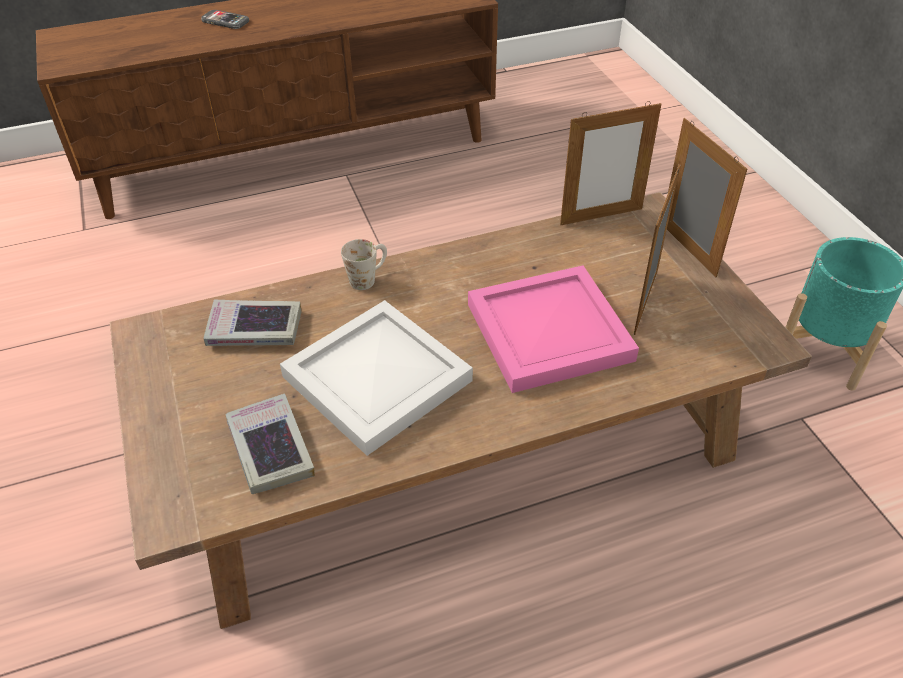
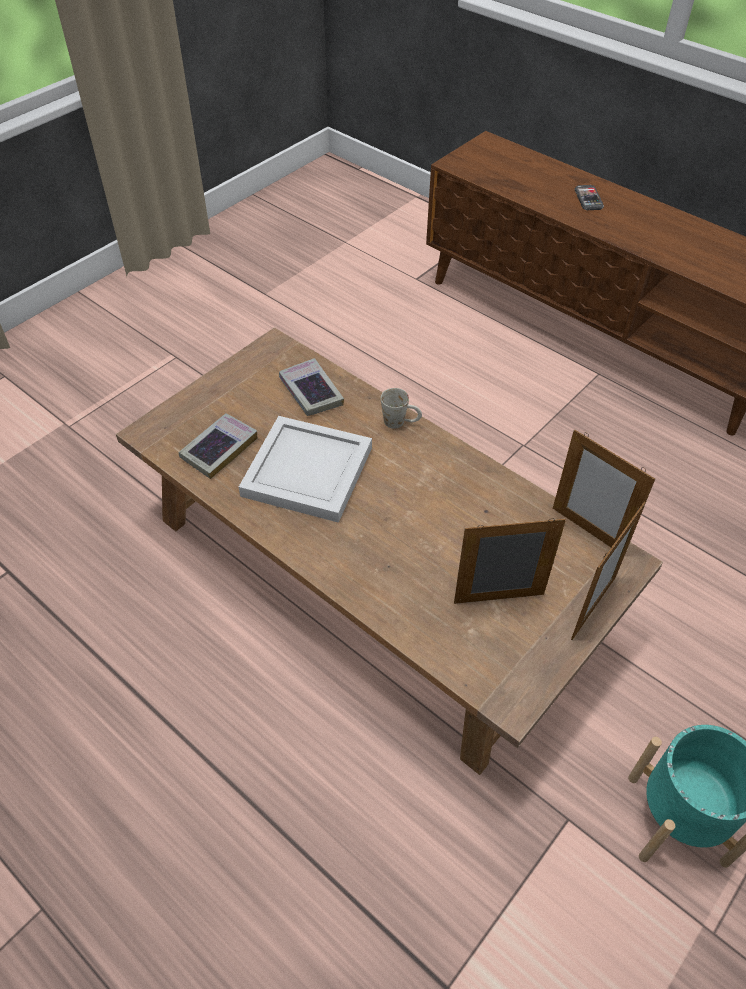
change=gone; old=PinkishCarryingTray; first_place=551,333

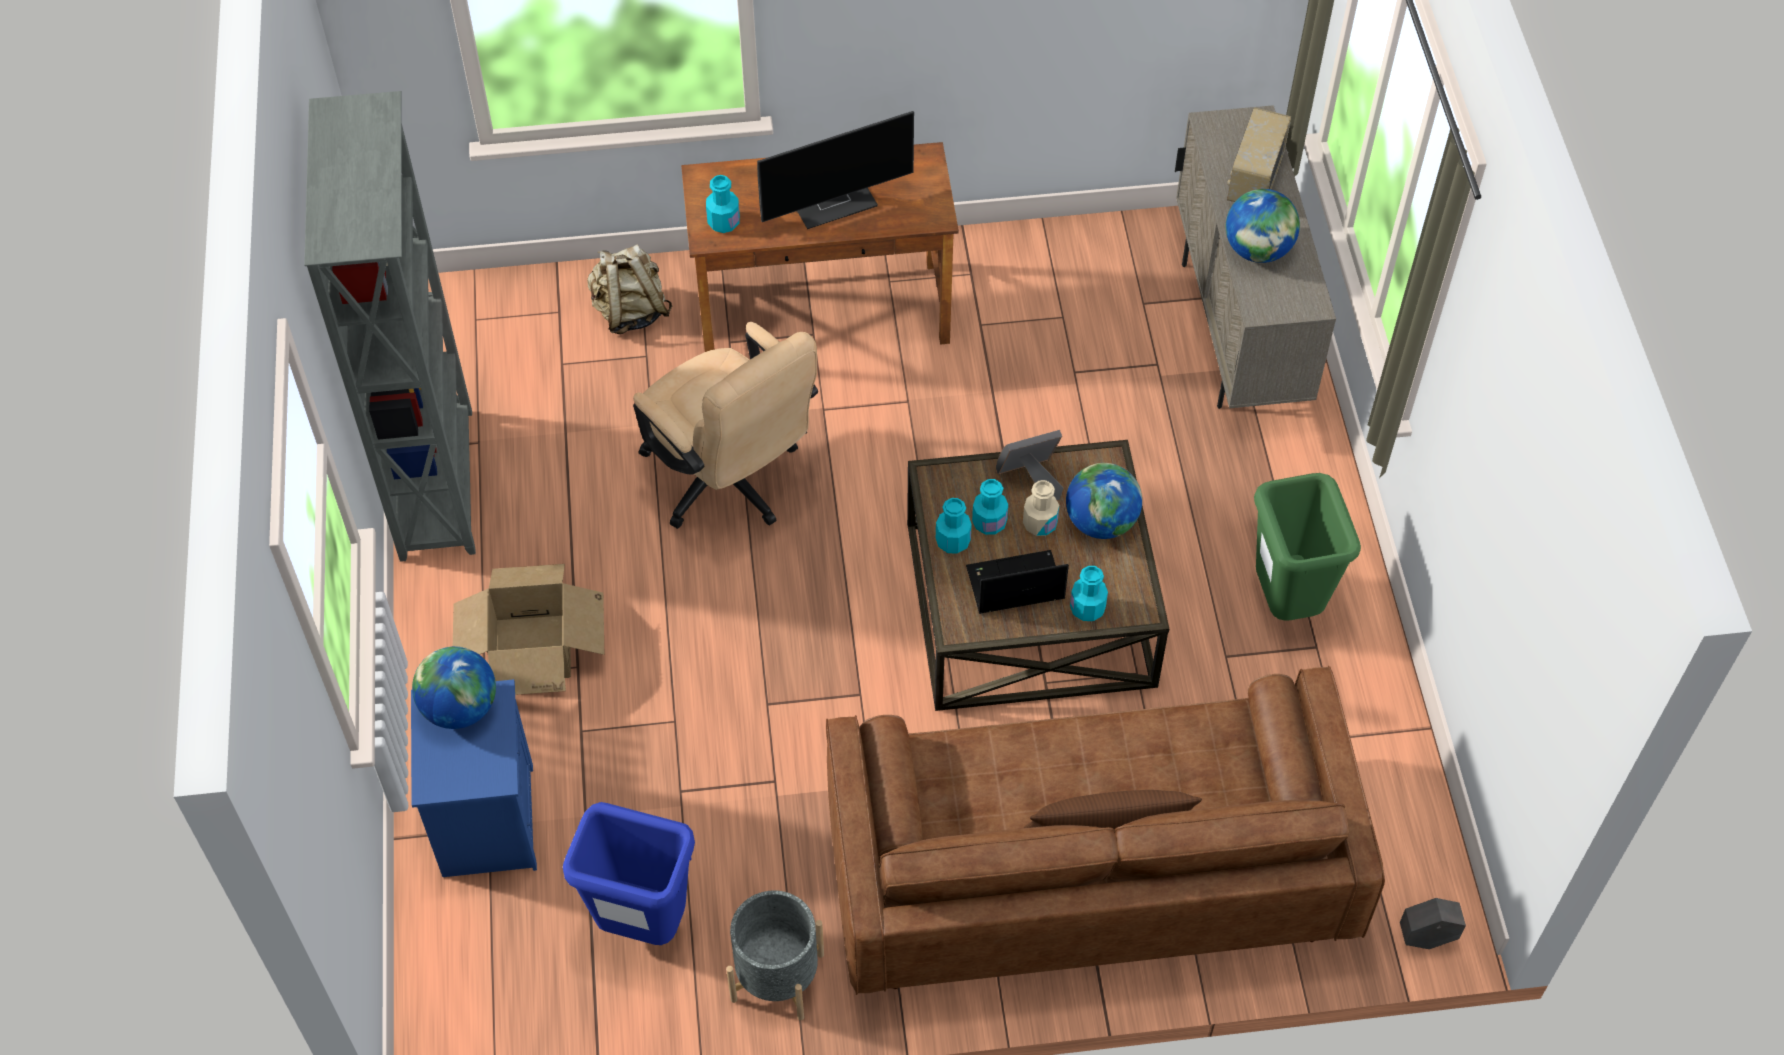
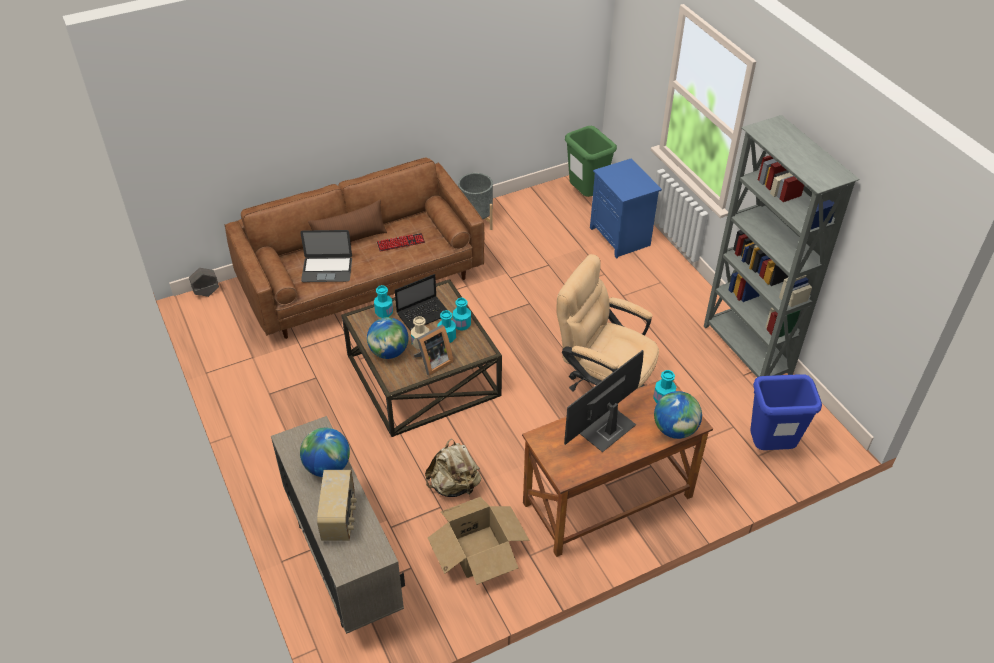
change=shifted; old=WorldGlobe; first_place=460,708; second_place=675,429
change=shifted; old=PackingBox; first_place=534,648; second_place=478,551
change=shifted; old=BlueTrashCan; first_place=642,925; second_place=770,447
change=shifted; old=SandColouredRucksack; first_place=630,311; second_place=454,485
change=shifted; old=GreenColouredTrashCan; first_place=1286,604; second_place=585,195
change=new; new=NotebookComputer; second_place=327,269
change=new; new=PcKeyboard; second_place=400,243

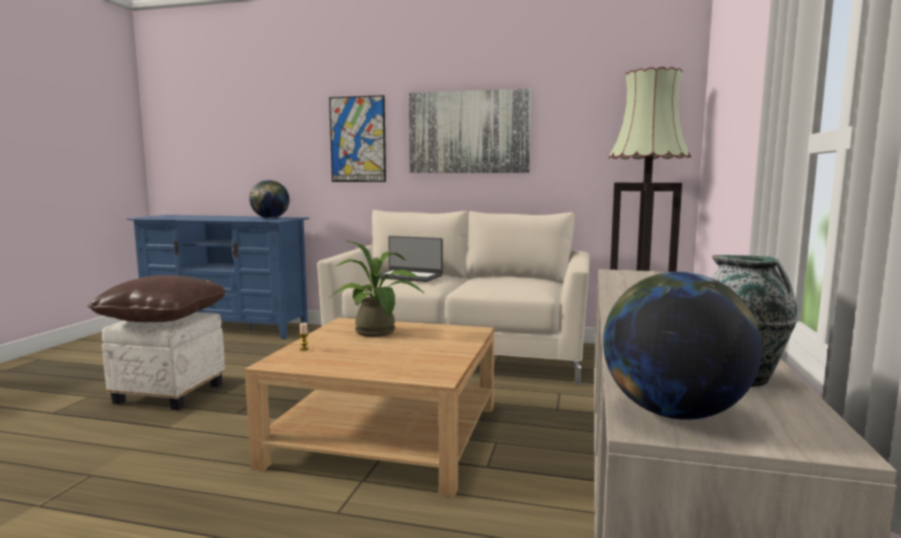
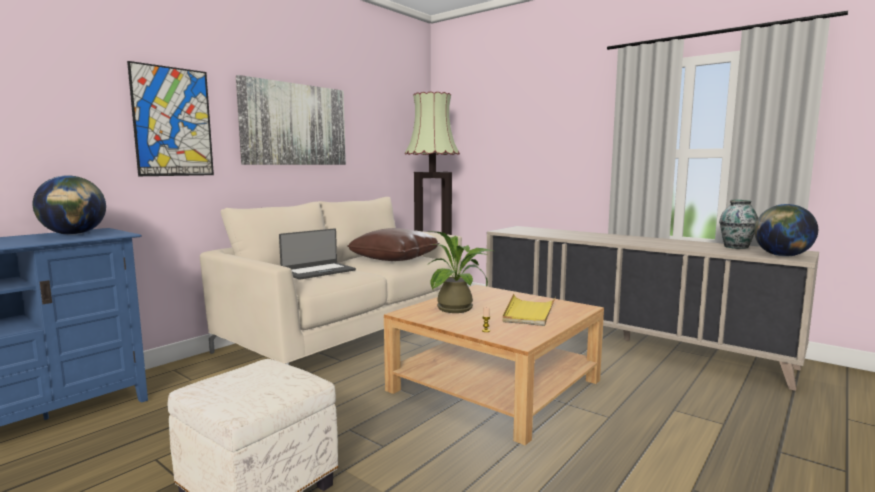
change=shifted; old=BrownPillow; first_place=162,318; second_place=394,259
change=new; new=YellowCarryingTray; second_place=529,312

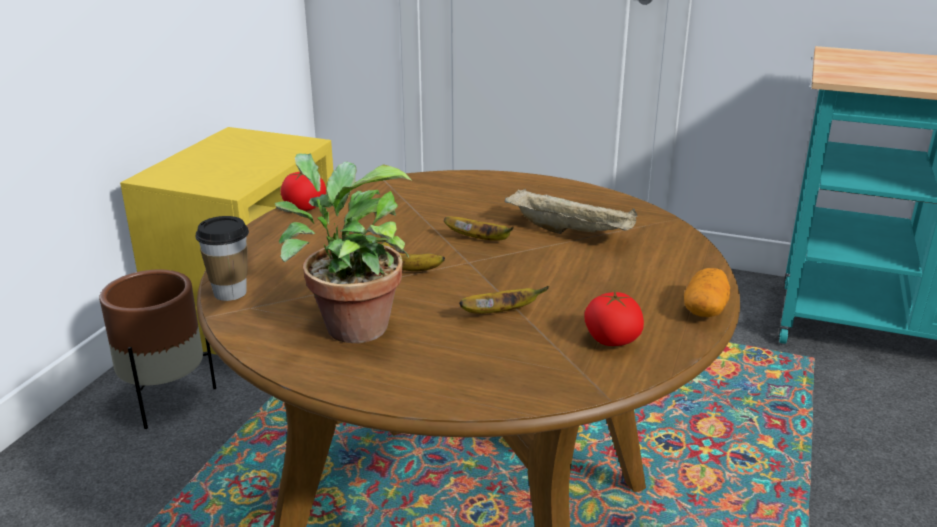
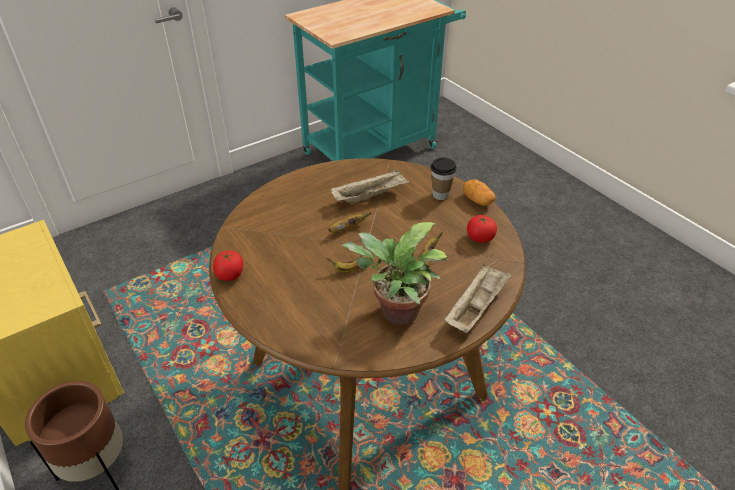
change=shifted; old=Cup; first_place=230,293; second_place=440,195
change=new; new=SandColouredCarryingTray; second_place=476,307

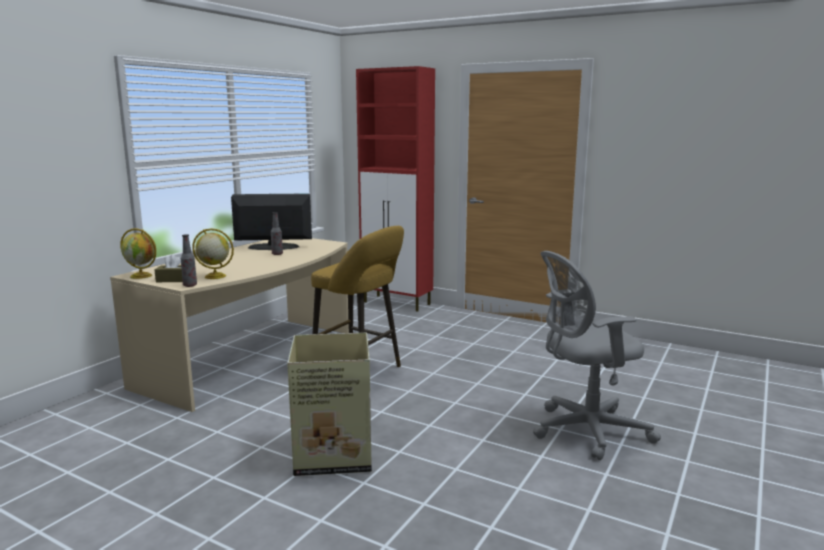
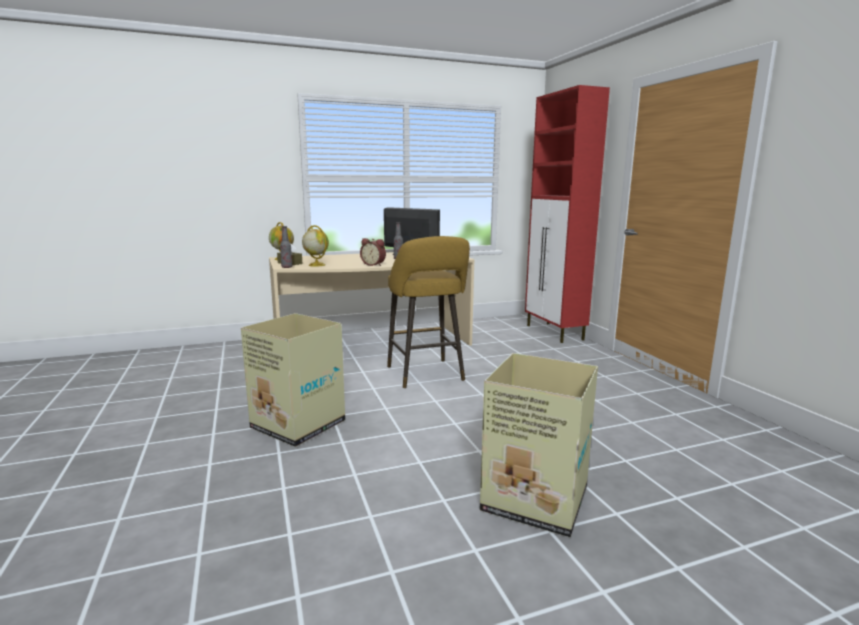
change=swapped; old=GreyishOfficeChair; new=PackingBox; first_place=585,431; second_place=532,499
change=new; new=AlarmClock; second_place=374,264

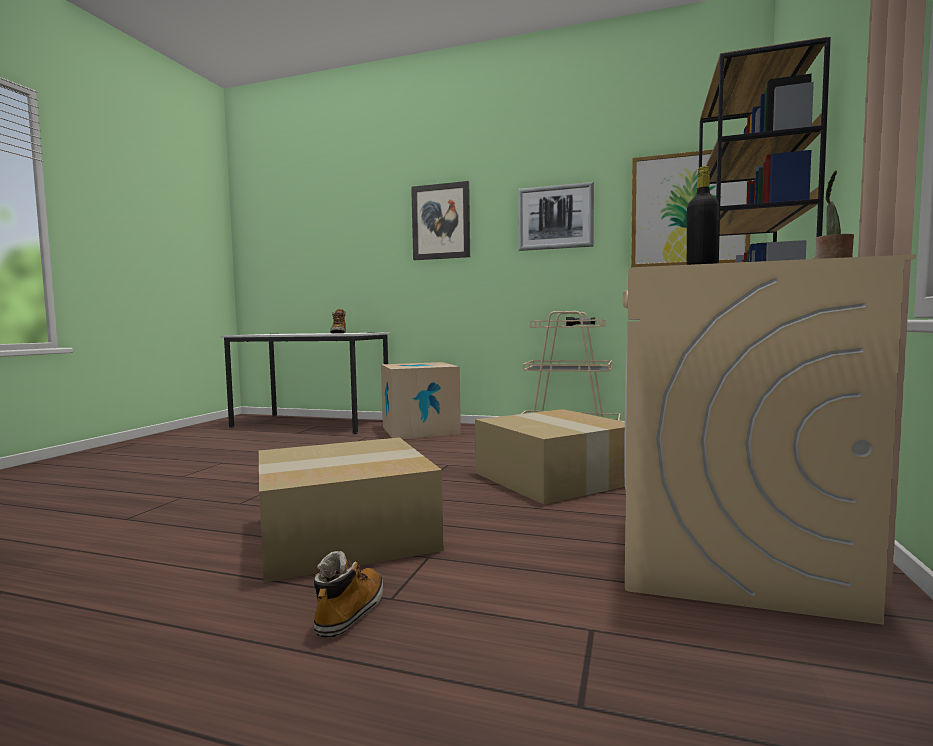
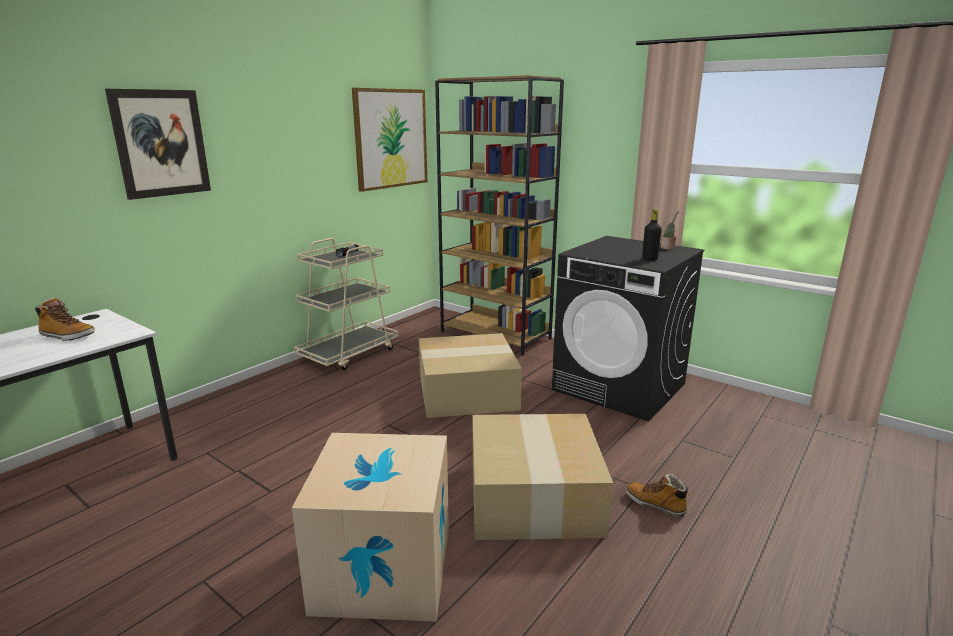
change=shifted; old=PackingBox; first_place=420,430; second_place=383,569
change=gone; old=WallPicture; first_place=555,217
change=repainted; old=SandColouredWashingMachine; new=BlackWashingMachine; first_place=727,556; second_place=620,387

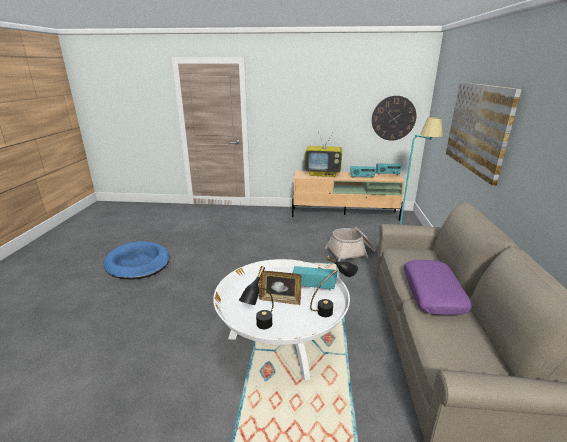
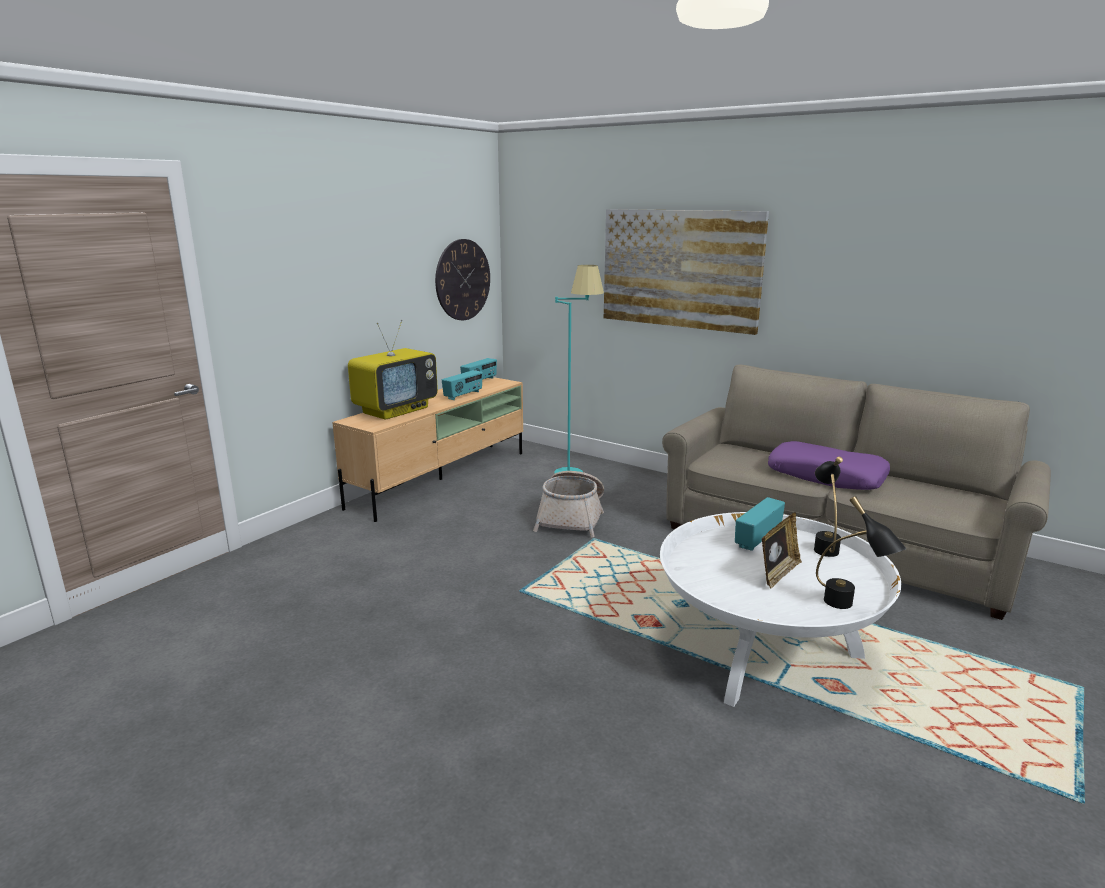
change=gone; old=BlueDogBed; first_place=138,263

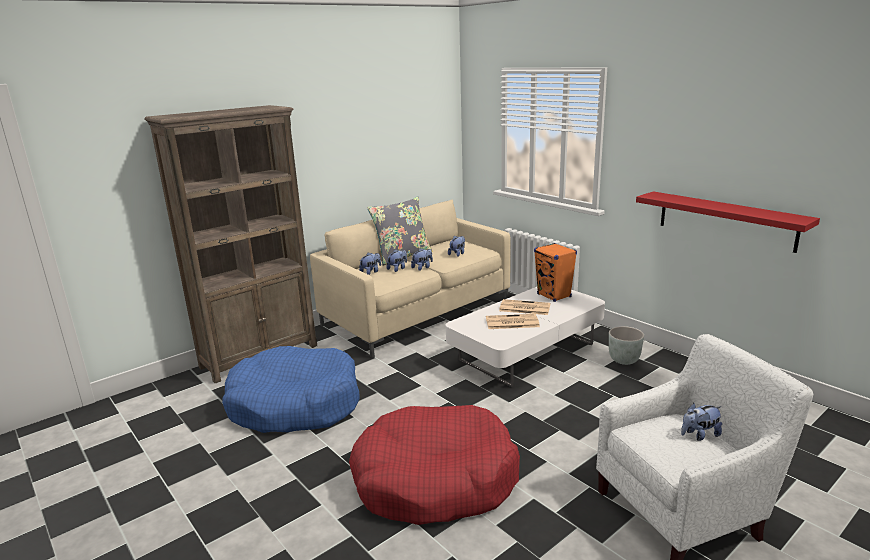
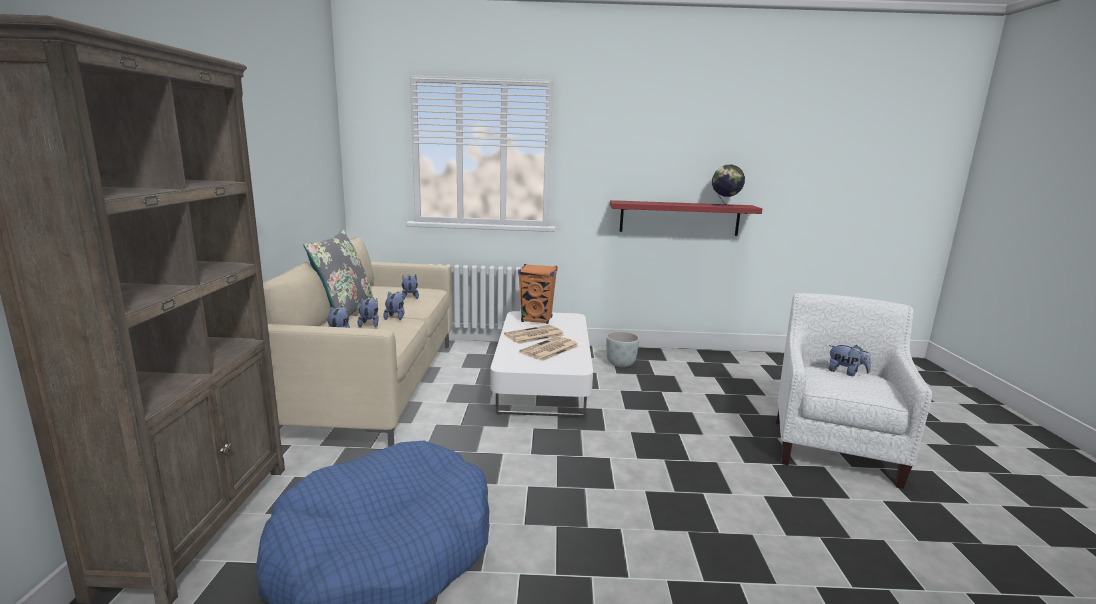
change=gone; old=ReddishDogBed; first_place=435,479
change=rotated; old=CuddlyToy; first_place=699,435; second_place=846,373; degrees=-75
change=new; new=WorldGlobe; second_place=725,205

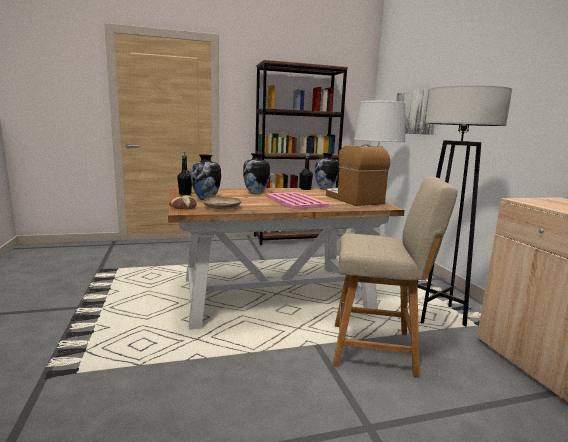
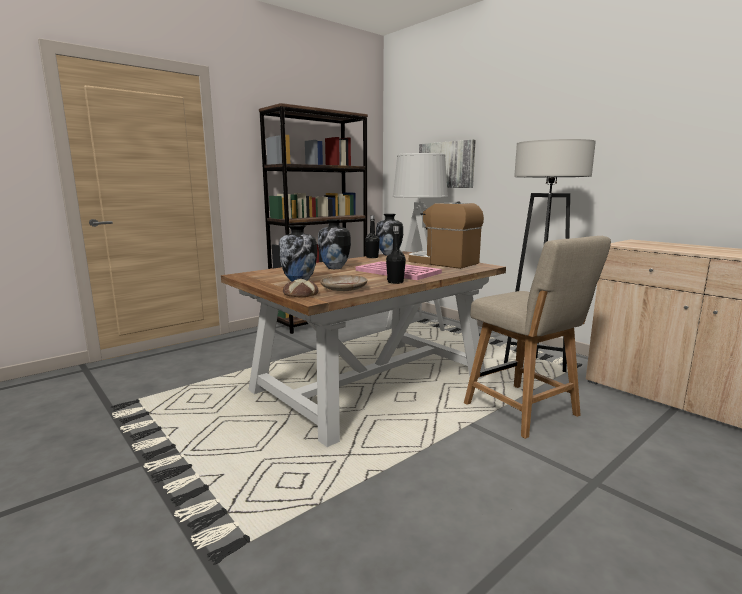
change=shifted; old=BlackDrinkBottle; first_place=185,194; second_place=395,282
change=rotated; old=SandColouredChair; first_place=378,349; second_place=525,412; degrees=75

